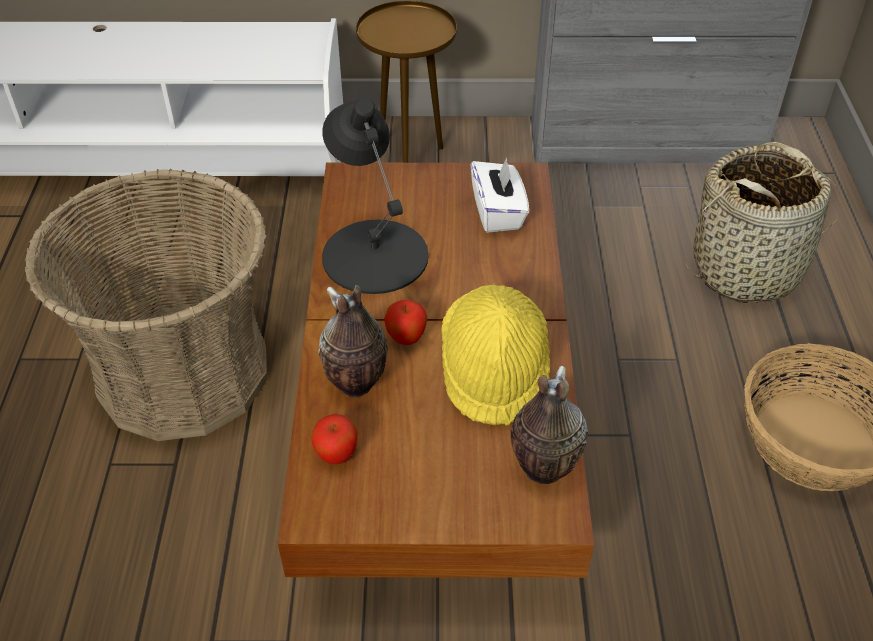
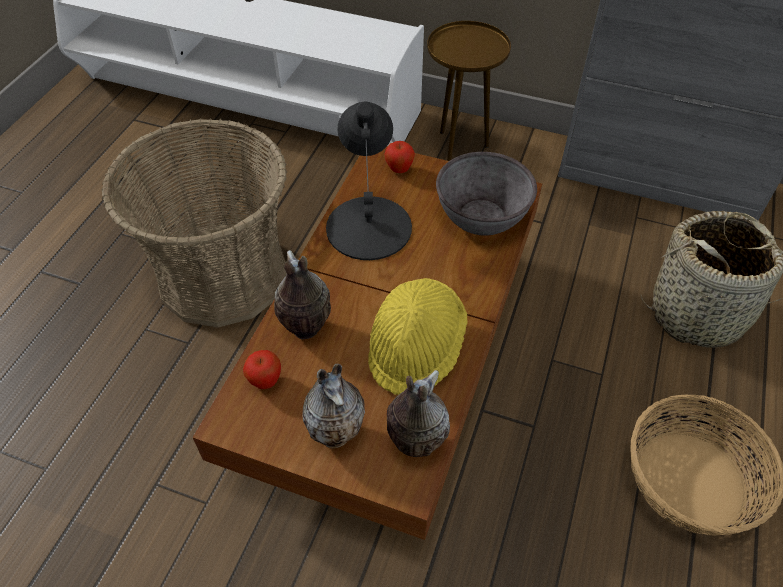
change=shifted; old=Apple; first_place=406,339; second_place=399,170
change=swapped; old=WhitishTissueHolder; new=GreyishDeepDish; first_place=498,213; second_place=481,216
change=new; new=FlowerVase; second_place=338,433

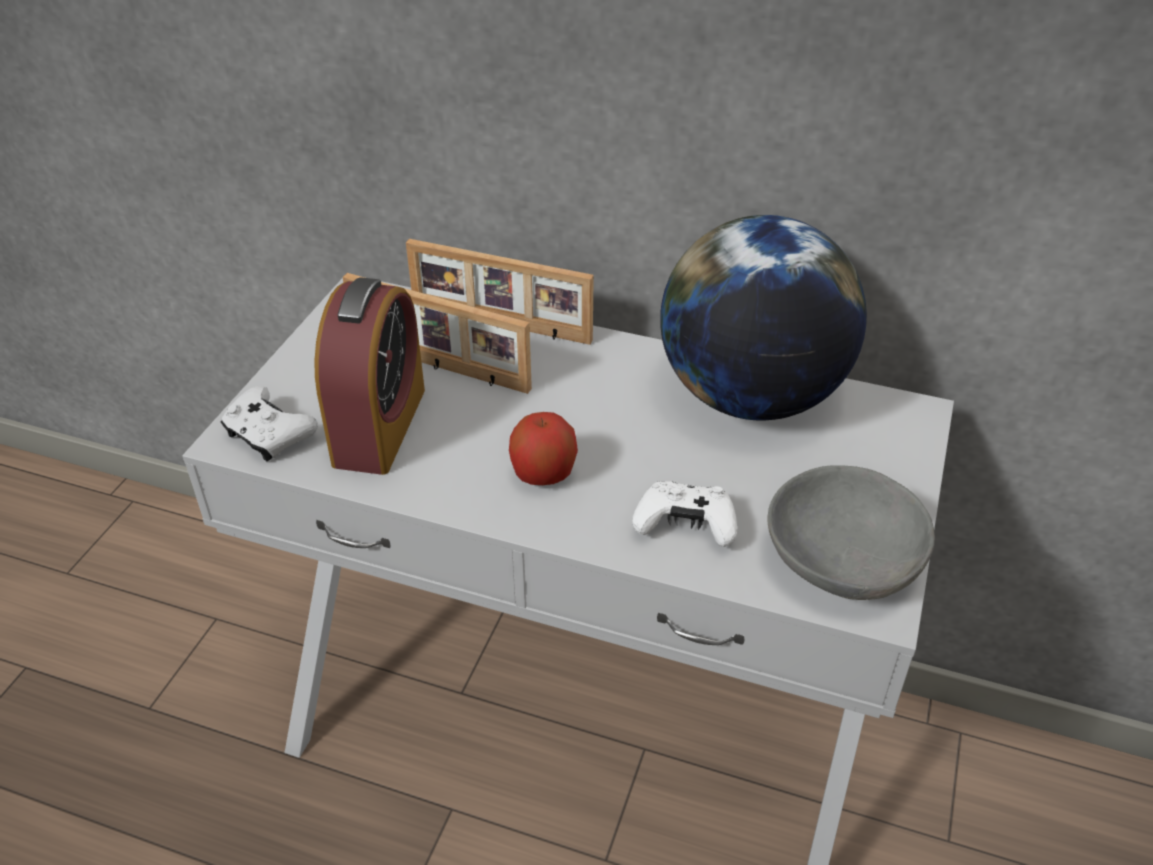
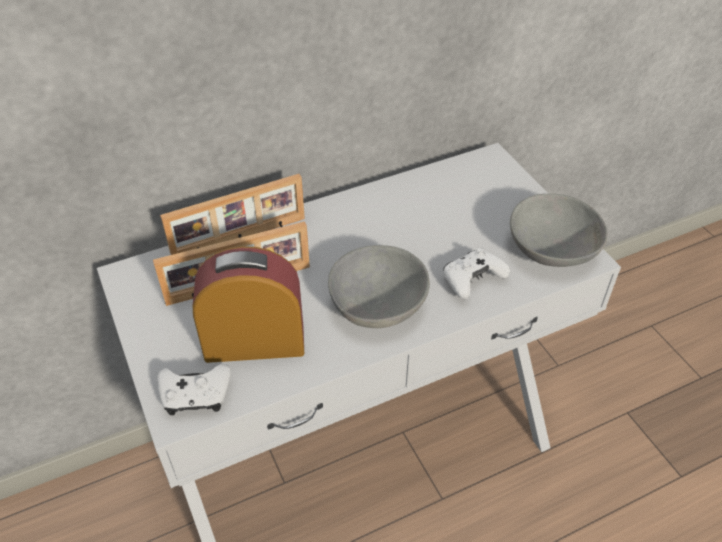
change=rotated; old=AlarmClock; first_place=379,426; second_place=254,342; degrees=-60
change=swapped; old=Apple; new=GreyishDeepDish; first_place=543,474; second_place=377,304
change=gone; old=WorldGlobe; first_place=750,397

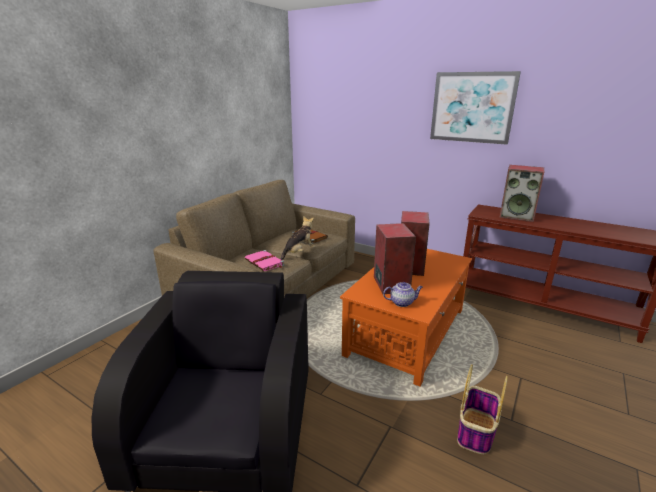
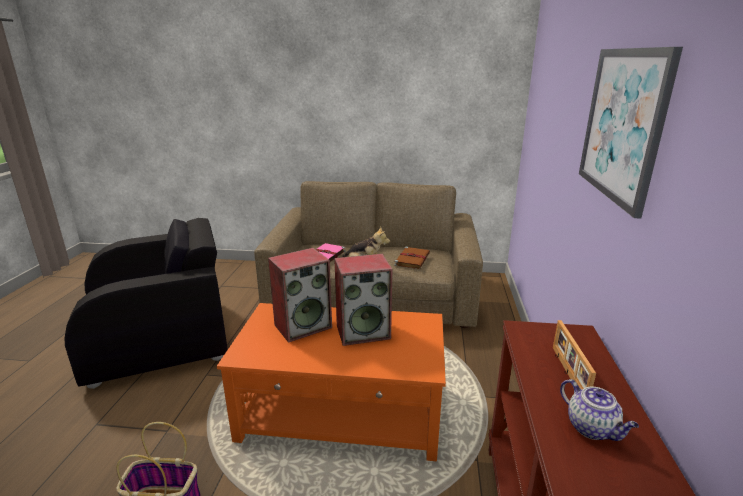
change=shifted; old=PotForTea; first_place=402,302; second_place=592,428
change=swapped; old=AudioSpeaker; new=PhotoFrame; first_place=517,216; second_place=567,373

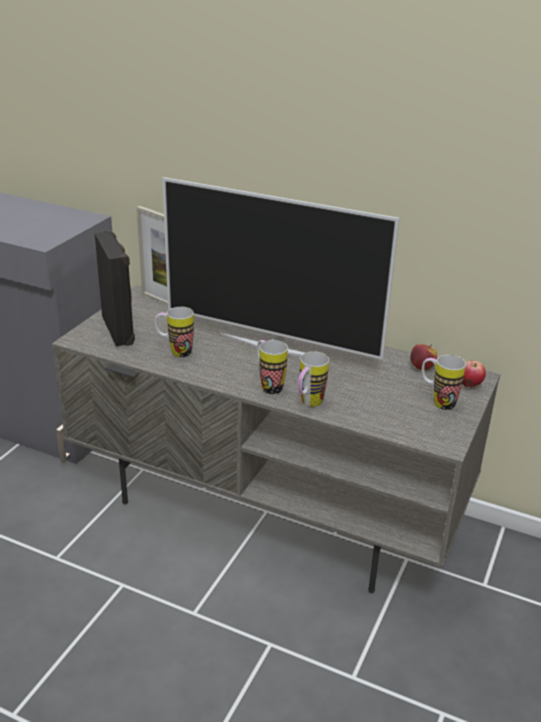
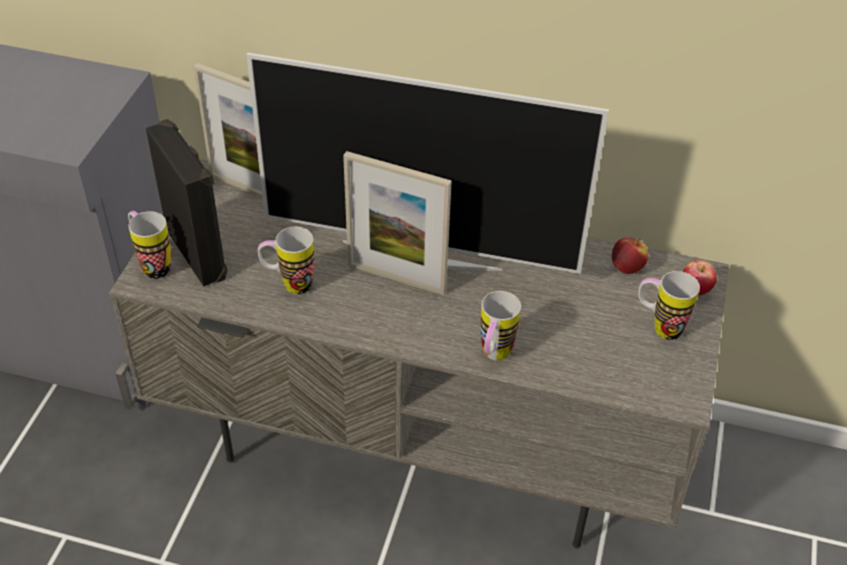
change=shifted; old=CoffeeMug; first_place=268,385; second_place=152,264
change=new; new=PhotoFrame; second_place=396,278

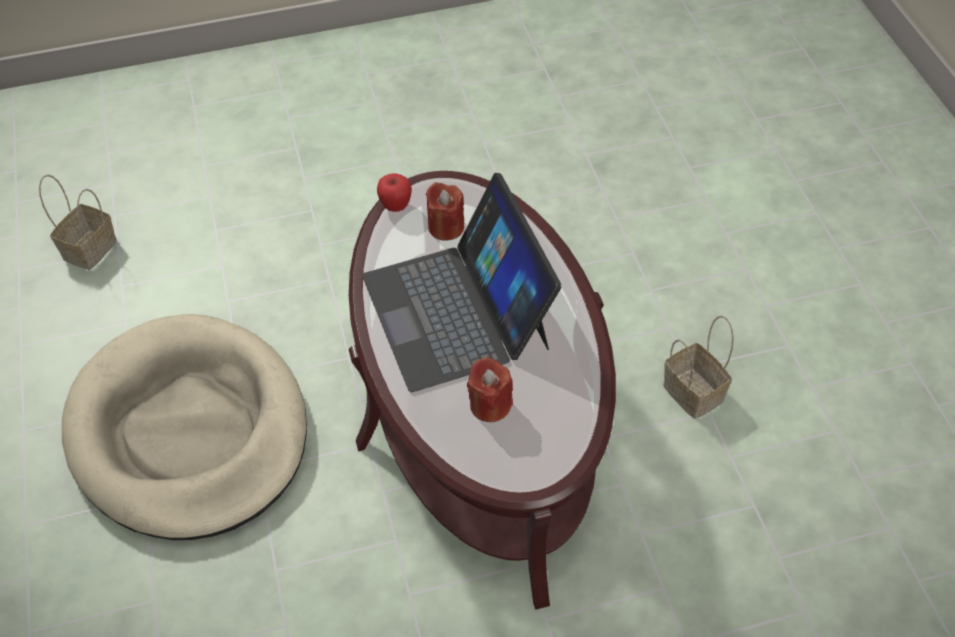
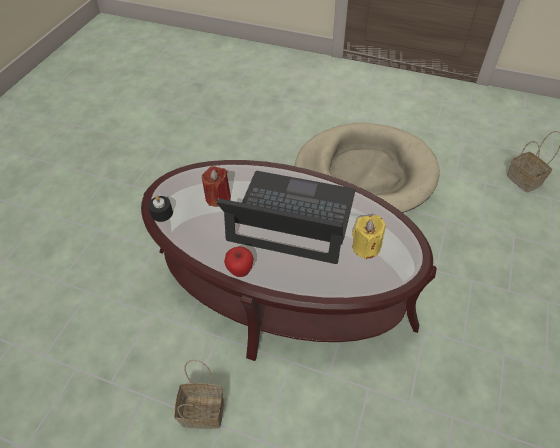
change=shifted; old=Apple; first_place=396,206; second_place=240,271
change=repainted; old=ReddishWaxLight; new=YellowWaxLight; first_place=446,227; second_place=366,247
change=new; new=BlackWaxLight; second_place=162,213

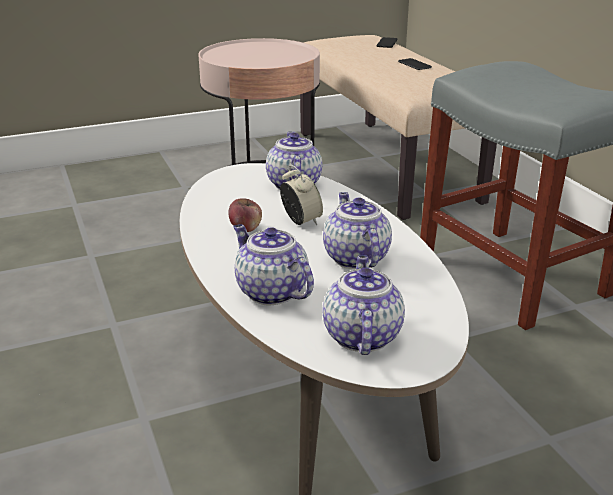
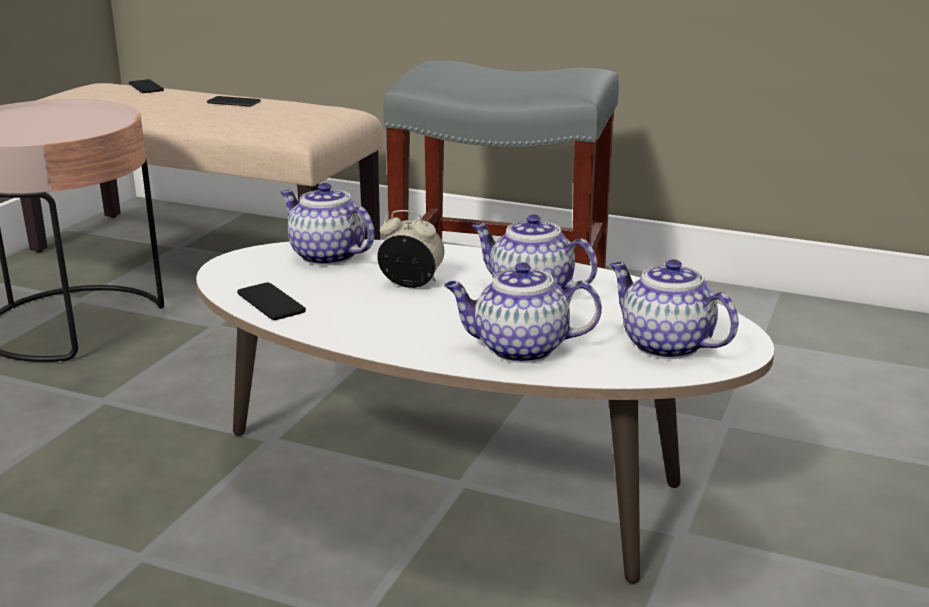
change=gone; old=Apple; first_place=246,228
change=new; new=Phone; second_place=271,302

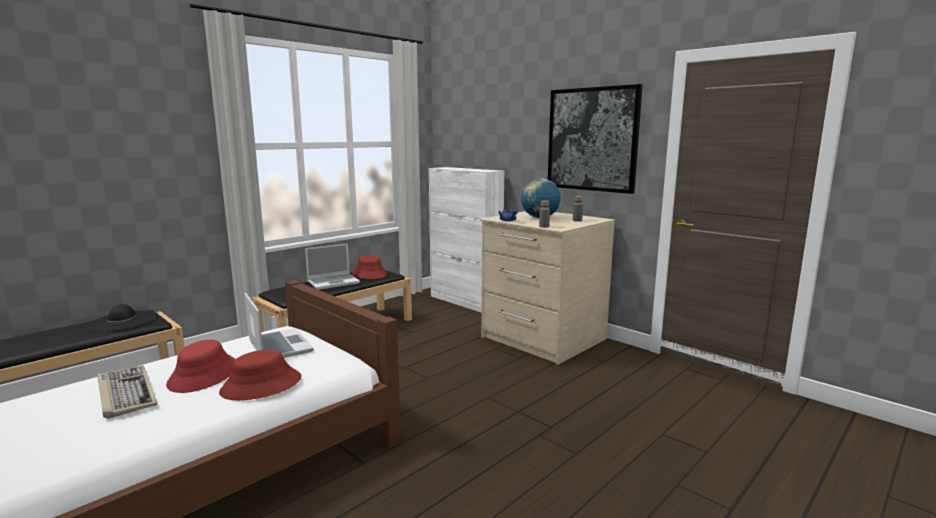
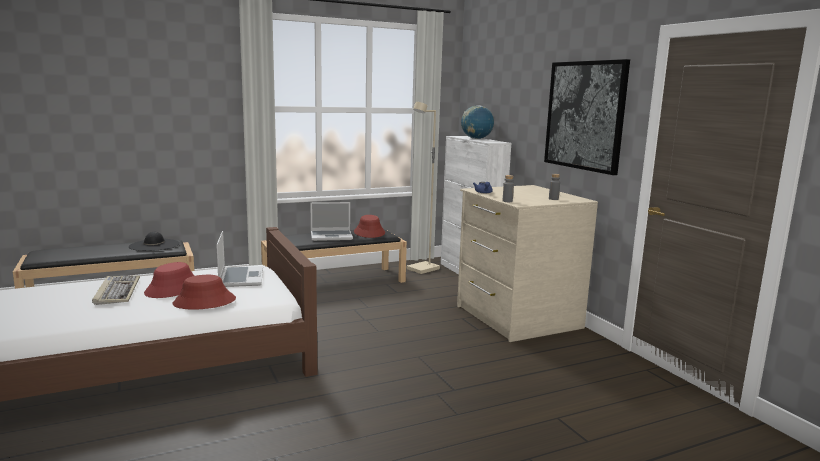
change=shifted; old=WorldGlobe; first_place=540,218; second_place=476,139
change=new; new=SandColouredStandingLamp; second_place=423,269

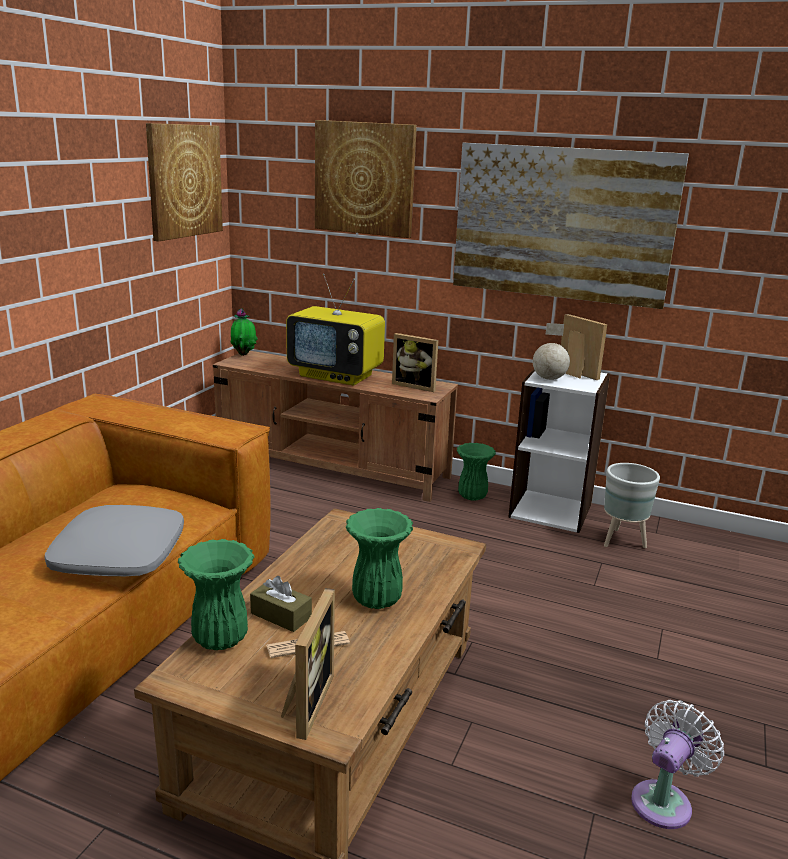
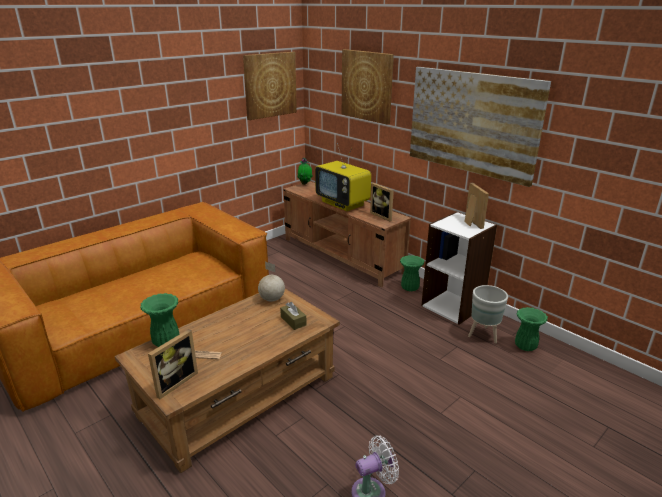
change=gone; old=GreyishPillow; first_place=118,555
change=shifted; old=BrownTissueHolder; first_place=281,615; second_place=293,321
change=shifted; old=GreenColouredFlowerVase; first_place=377,599; second_place=526,346
change=shifted; old=WorldGlobe; first_place=549,379; second_place=272,299

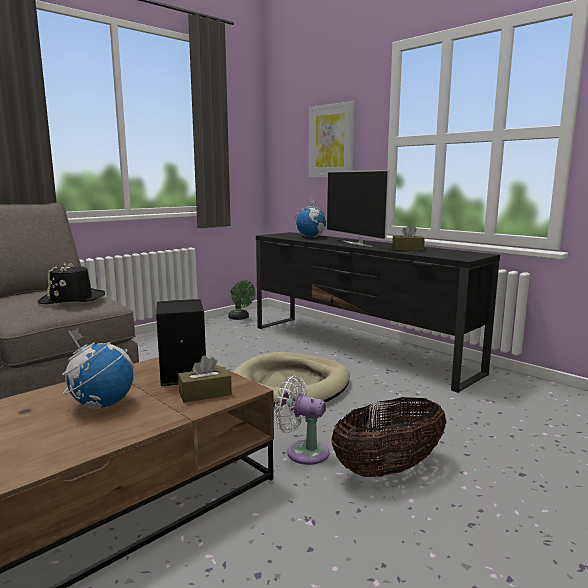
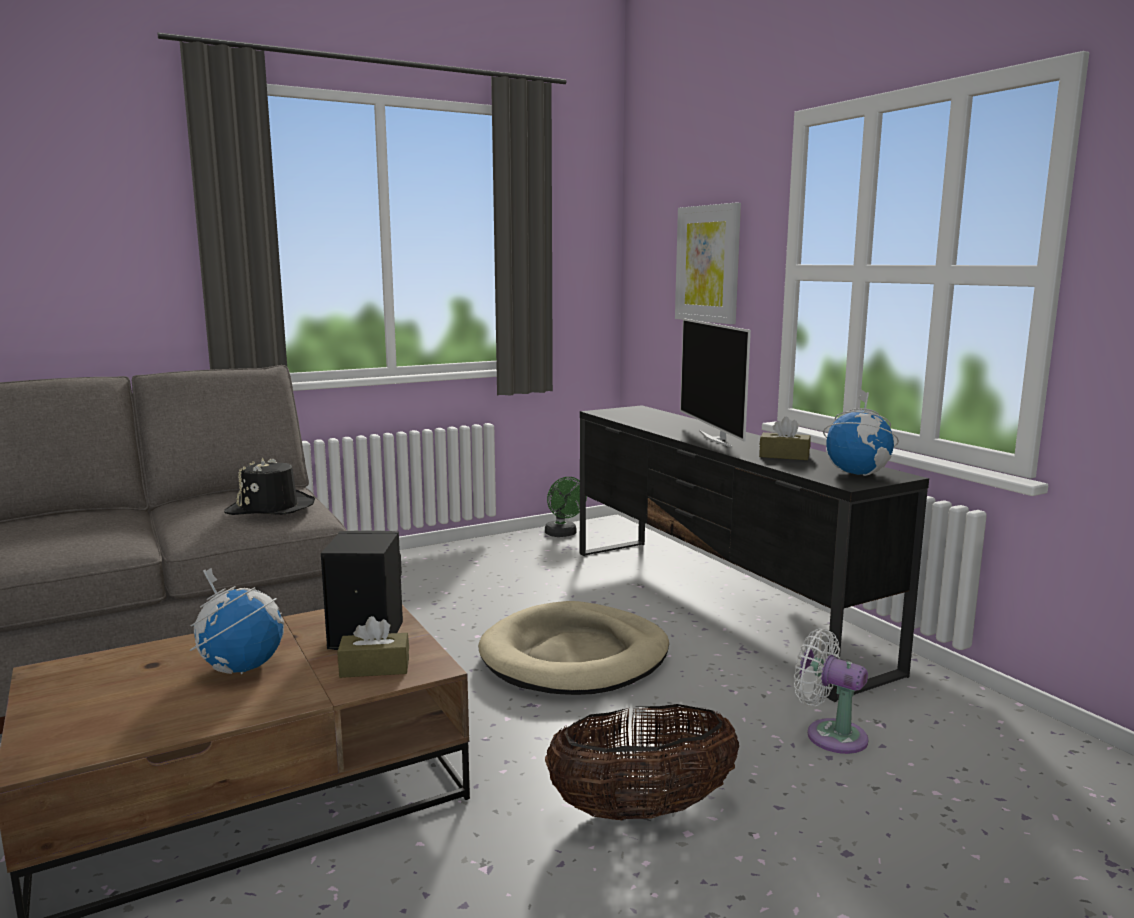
change=shifted; old=WhitishCoolingFan; first_place=303,451; second_place=830,735
change=shifted; old=WorldGlobe; first_place=311,237; second_place=858,473

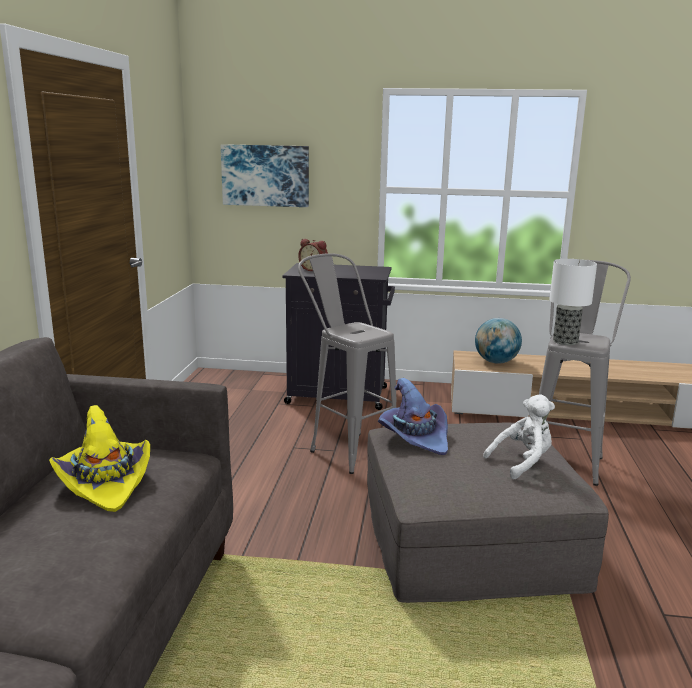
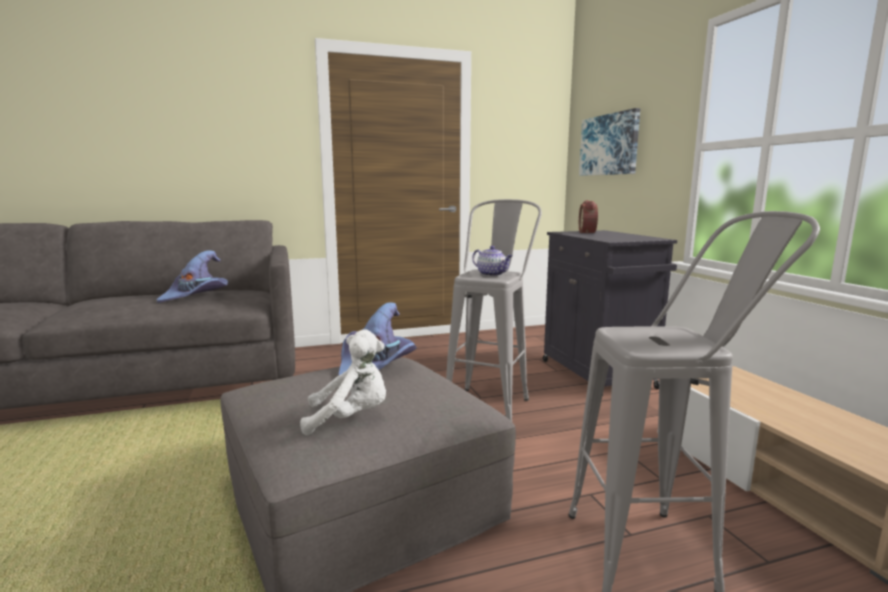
change=repainted; old=YellowClothingHat; new=PurplishClothingHat; first_place=105,482; second_place=196,296
change=gone; old=WorldGlobe; first_place=496,362
change=rotated; old=WhitishCuddlyToy; first_place=522,462; second_place=350,418; degrees=-45
change=gone; old=TableLamp; first_place=566,341
change=new; new=PotForTea; second_place=492,274

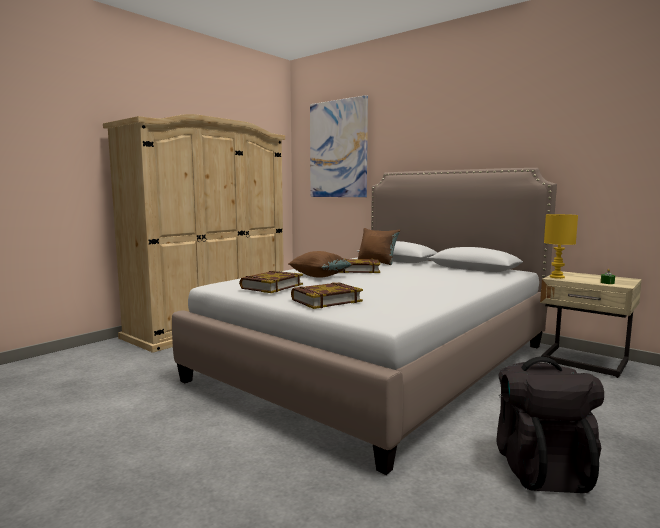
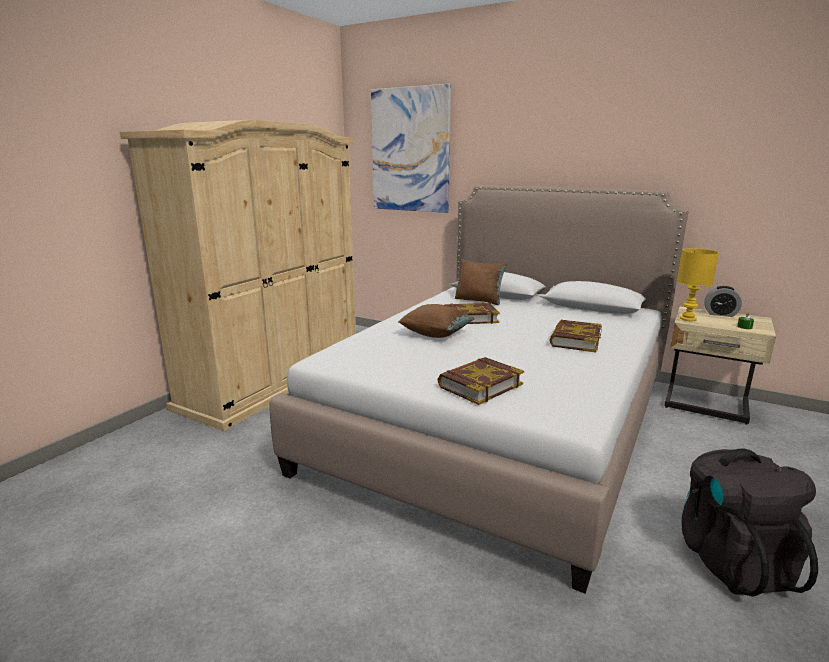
change=shifted; old=Book; first_place=271,286; second_place=575,340
change=new; new=AlarmClock; second_place=720,314

